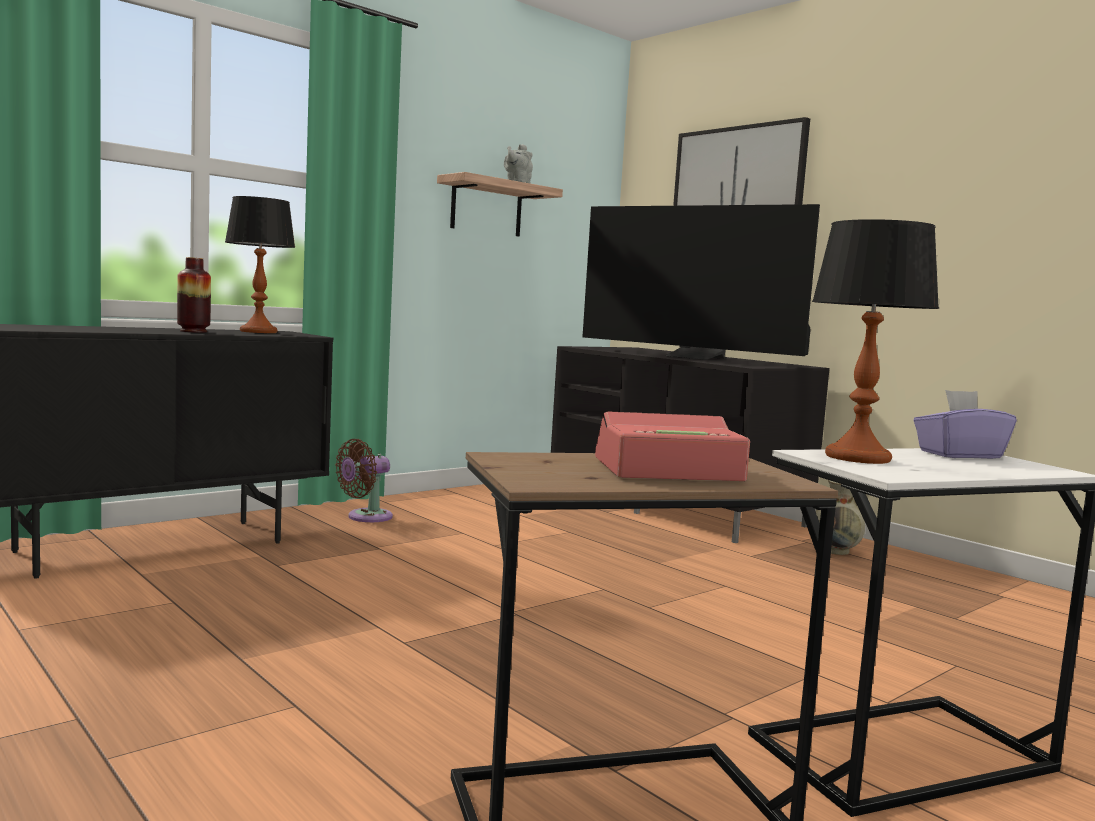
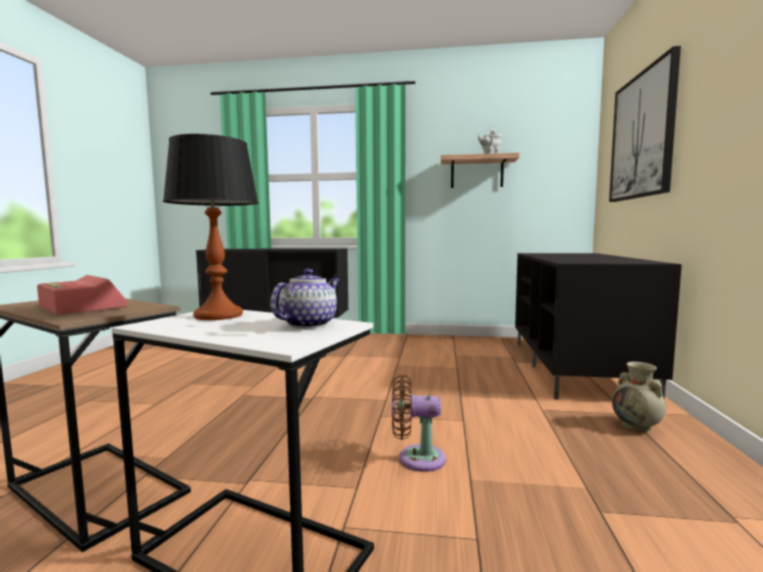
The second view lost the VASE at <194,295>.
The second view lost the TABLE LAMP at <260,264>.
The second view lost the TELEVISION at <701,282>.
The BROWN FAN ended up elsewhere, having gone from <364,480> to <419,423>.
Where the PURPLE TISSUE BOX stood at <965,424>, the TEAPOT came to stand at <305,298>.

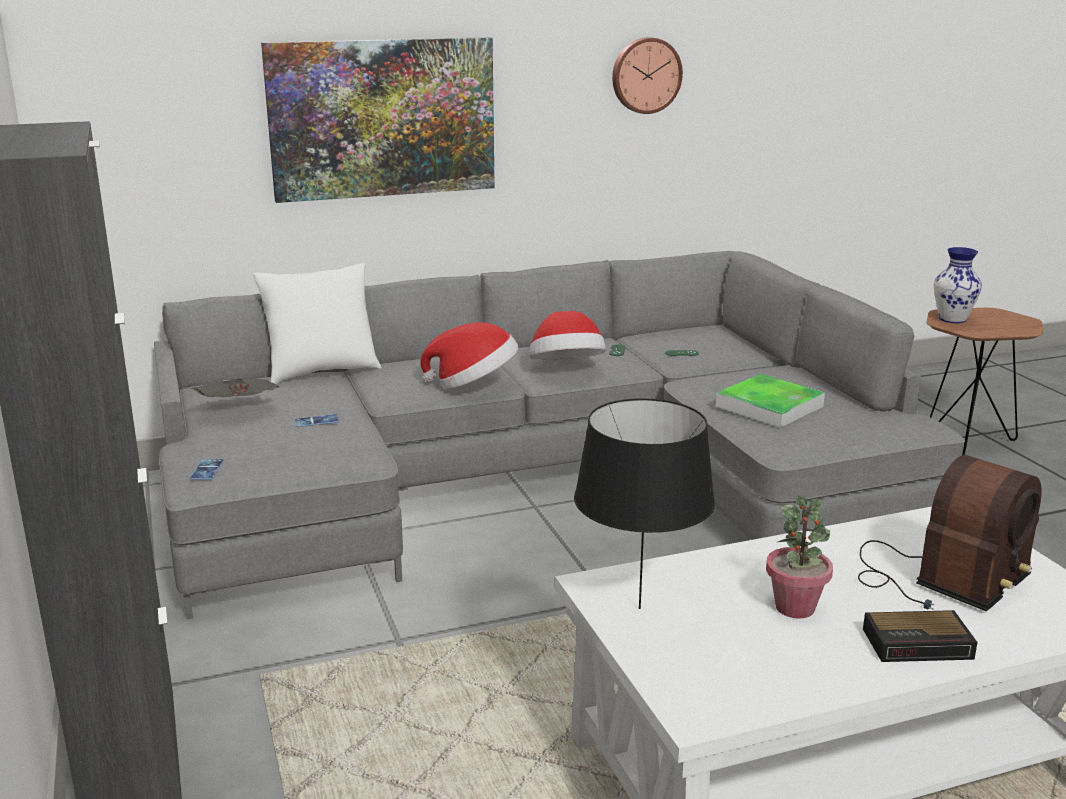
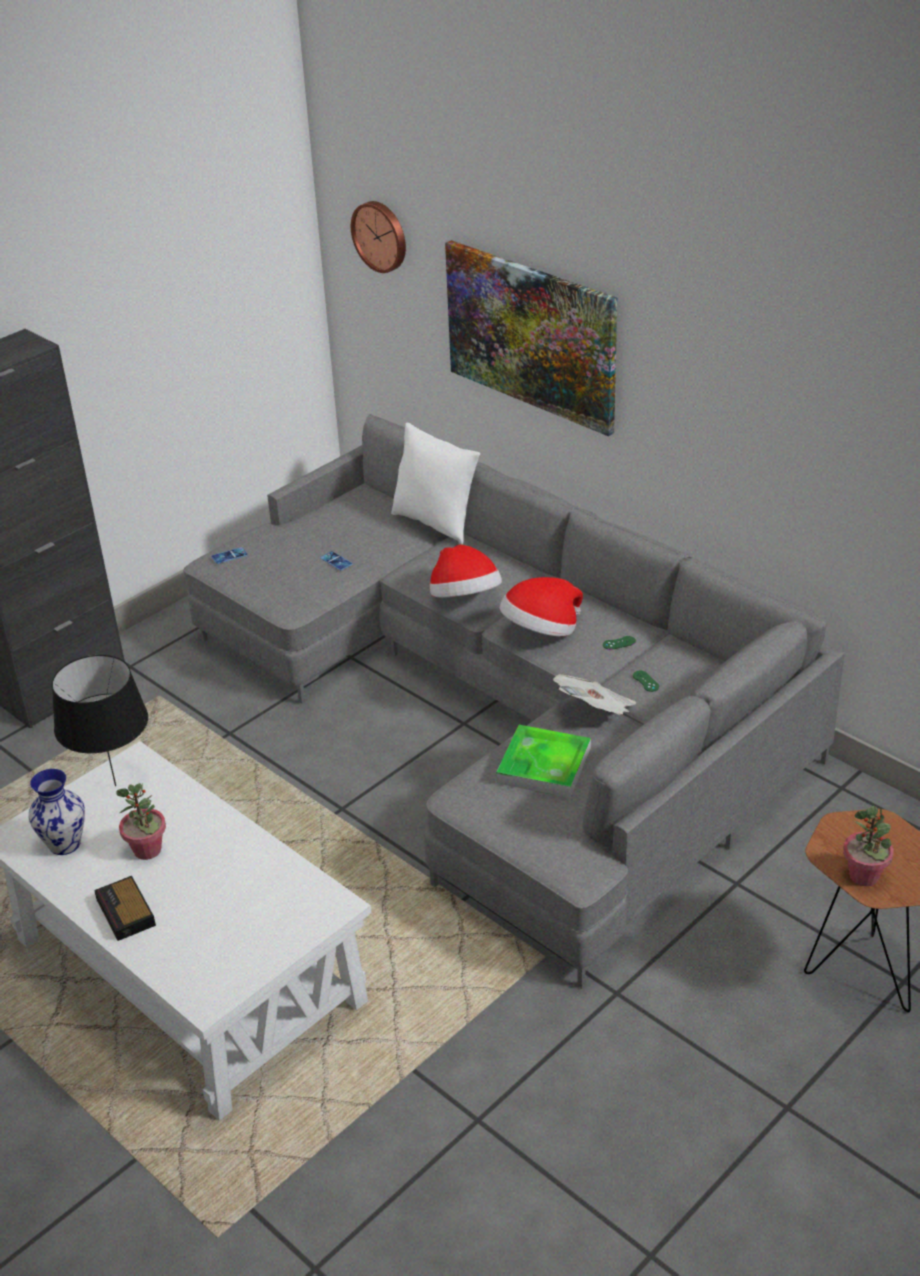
The second view lost the RADIO at <950,533>.
The second view gained the POTTED PLANT at <868,846>.
The NEWSPAPER ended up elsewhere, having gone from <235,387> to <594,694>.
The WALL CLOCK ended up elsewhere, having gone from <647,75> to <378,237>.
The VASE ended up elsewhere, having gone from <958,285> to <57,812>.

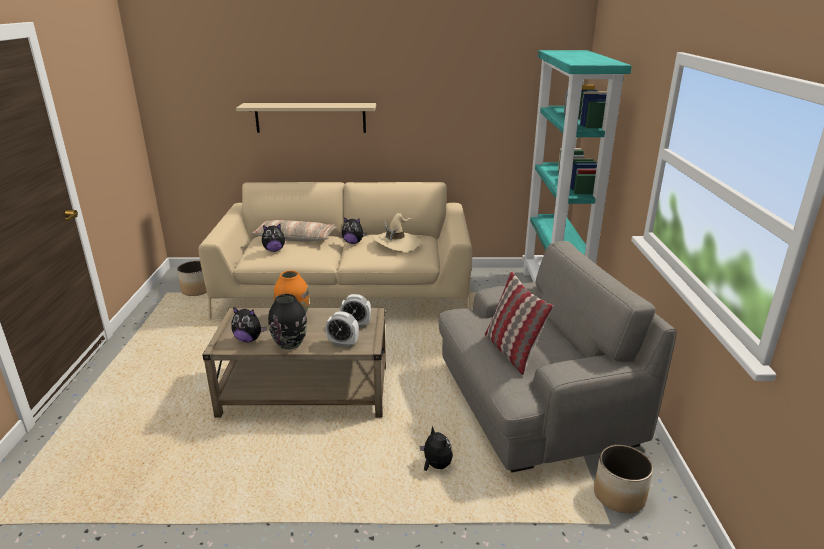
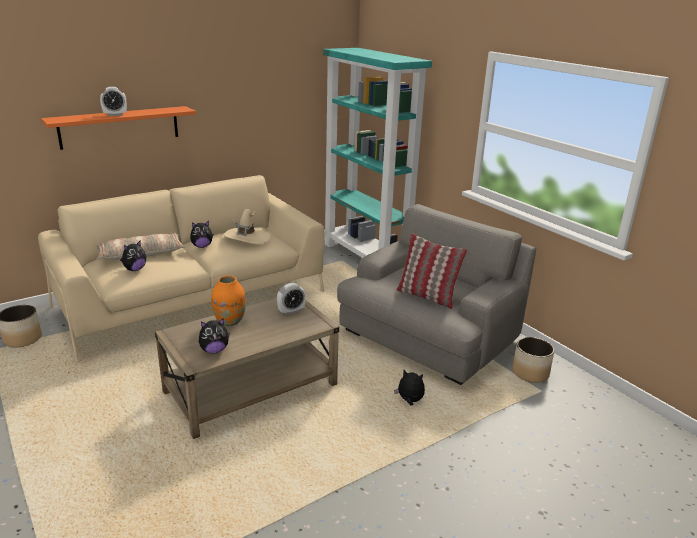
The second view lost the BLACK VASE at <287,322>.
The ALARM CLOCK ended up elsewhere, having gone from <342,329> to <113,101>.
What was the BEIGE SHELF at <306,118> turned into the ORANGE SHELF at <118,128>.

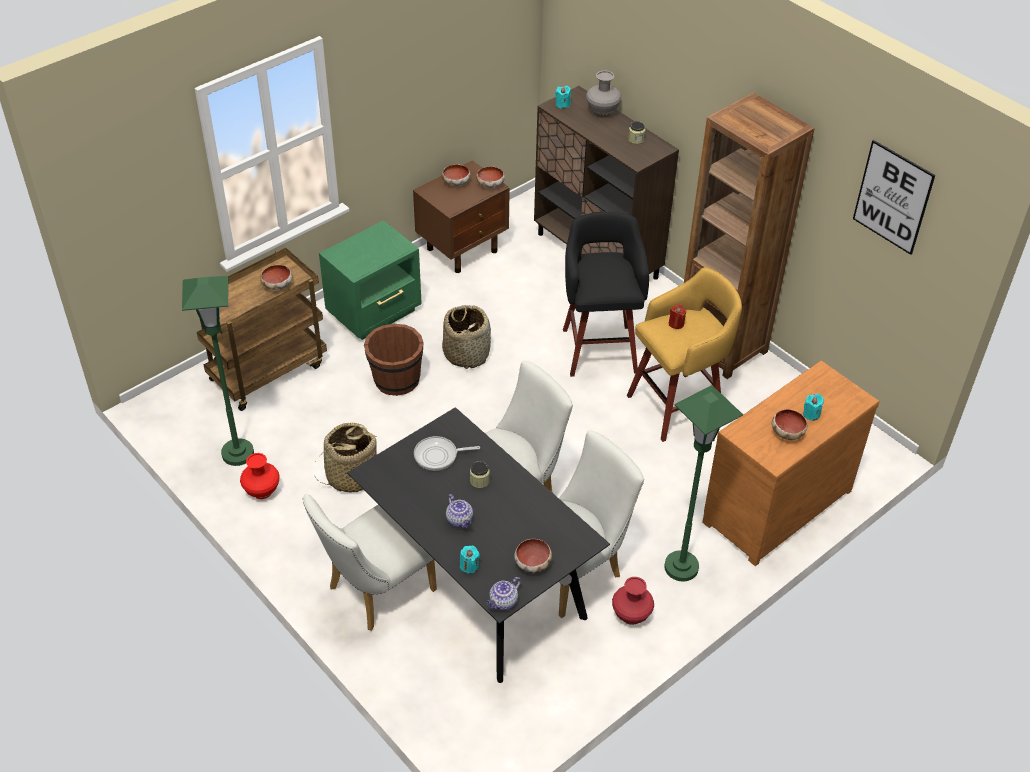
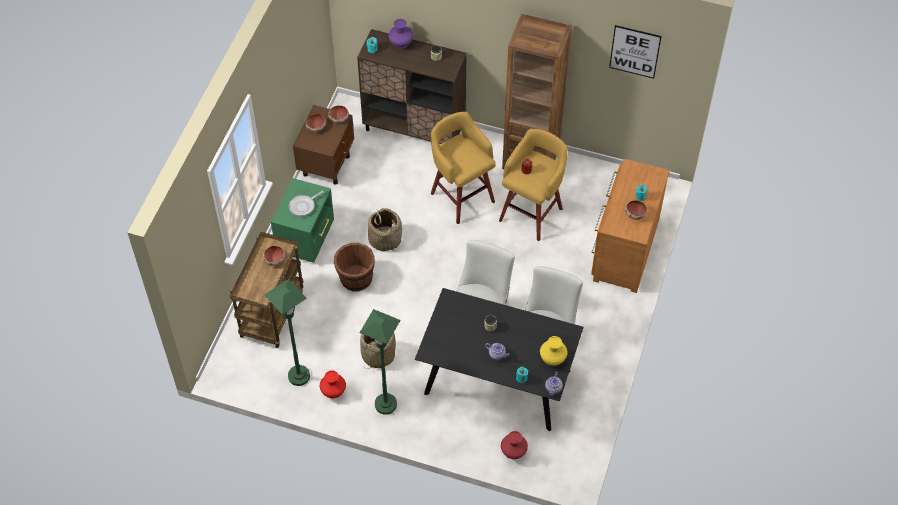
The second view lost the WHITE CHAIR at <370,562>.
The FRYING PAN ended up elsewhere, having gone from <447,453> to <306,204>.
The RED VASE ended up elsewhere, having gone from <633,601> to <514,445>.
The GREEN FLOOR LAMP ended up elsewhere, having gone from <703,483> to <380,362>.
Where the BOWL stood at <533,556>, the YELLOW VASE came to stand at <554,351>.
What was the BLACK STOOL at <606,294> turned into the YELLOW STOOL at <463,168>.
What was the GREY VASE at <603,94> turned into the PURPLE VASE at <400,34>.

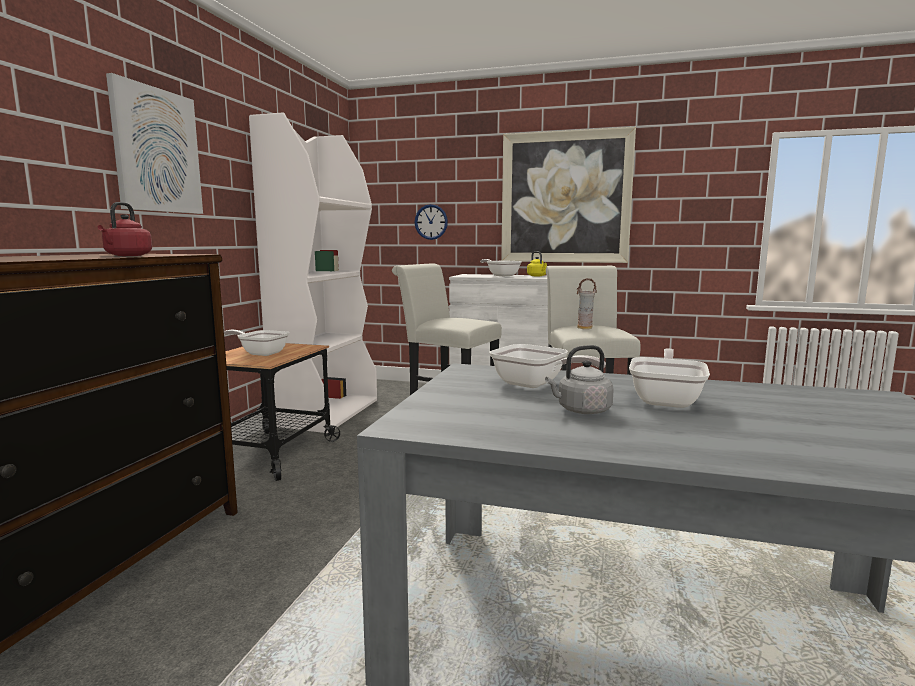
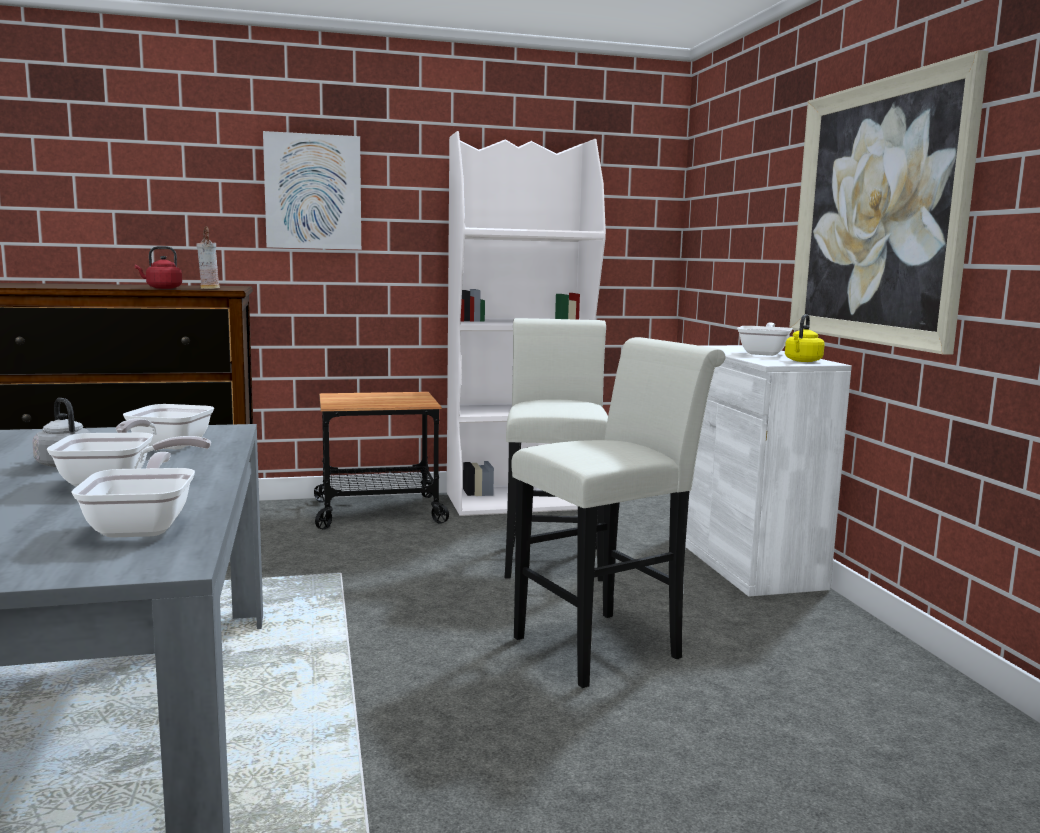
The second view lost the WALL CLOCK at <431,222>.
The FRYING PAN ended up elsewhere, having gone from <256,343> to <133,495>.
The VASE ended up elsewhere, having gone from <586,304> to <208,257>.

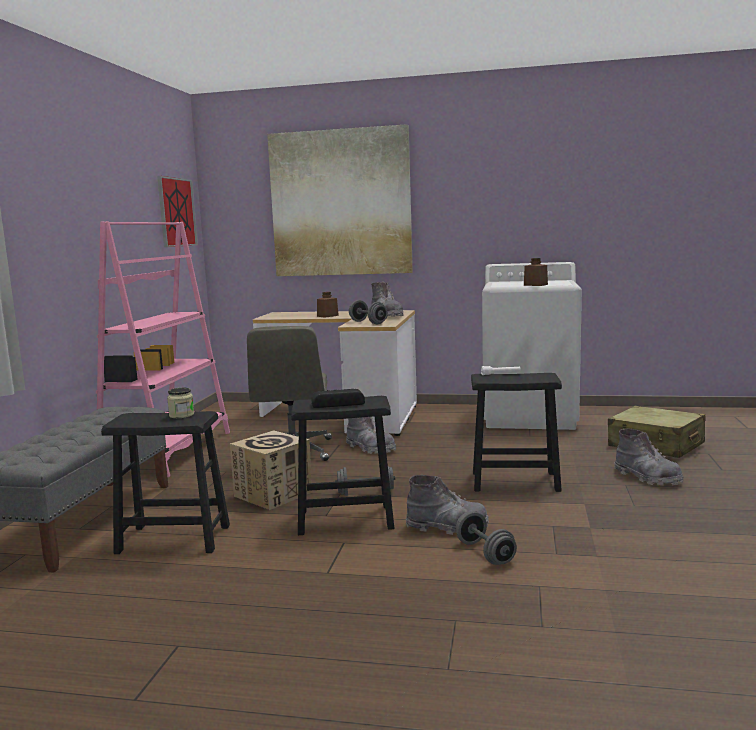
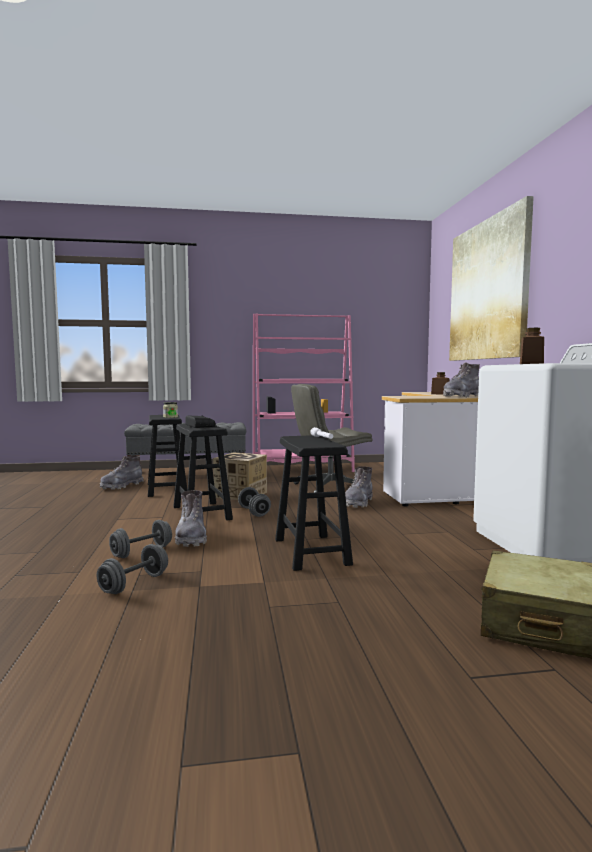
The second view lost the PICTURE at <177,211>.
The GREY DUMBBELL ended up elsewhere, having gone from <368,312> to <132,569>.
The GREY BOOT ended up elsewhere, having gone from <649,457> to <122,472>.

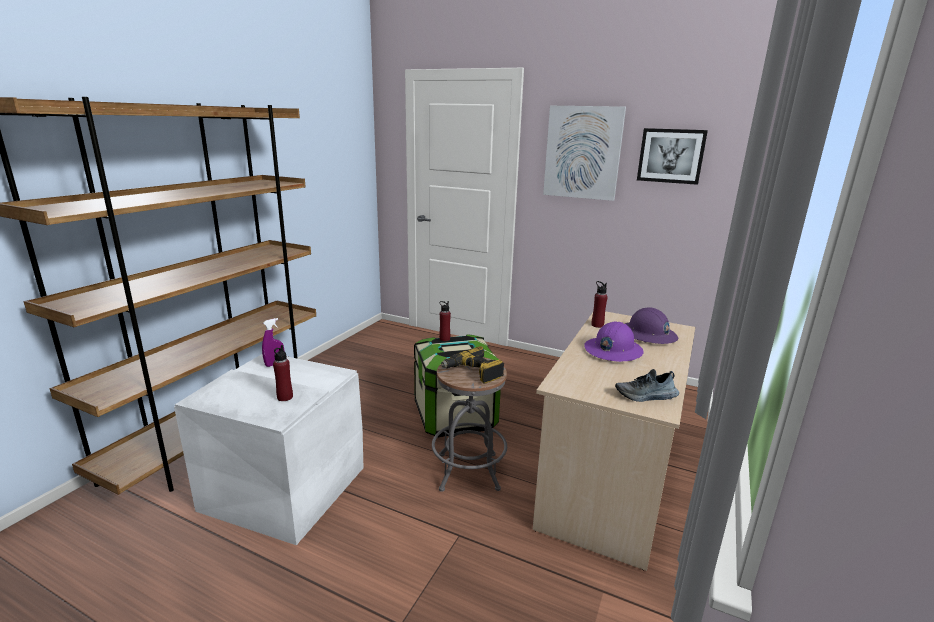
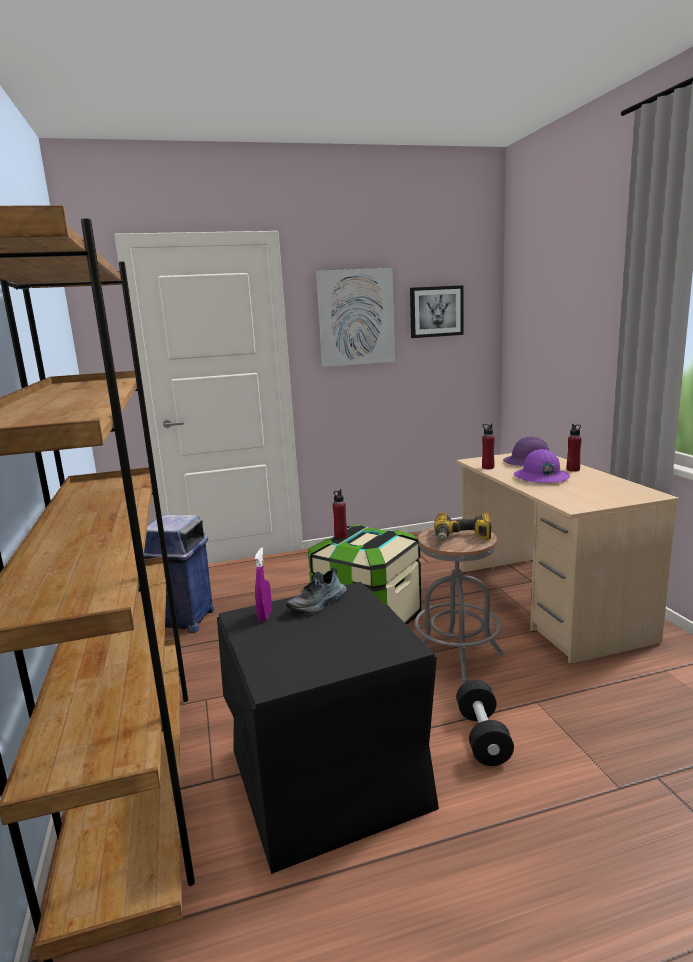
The second view gained the BLUE TRASH CAN at <179,573>.
The second view gained the BLACK DUMBBELL at <485,723>.
The RED BOTTLE ended up elsewhere, having gone from <283,373> to <574,448>.
The SHOE ended up elsewhere, having gone from <647,385> to <316,590>.
What was the WHITE STORAGE BOX at <268,449> turned into the BLACK STORAGE BOX at <328,728>.

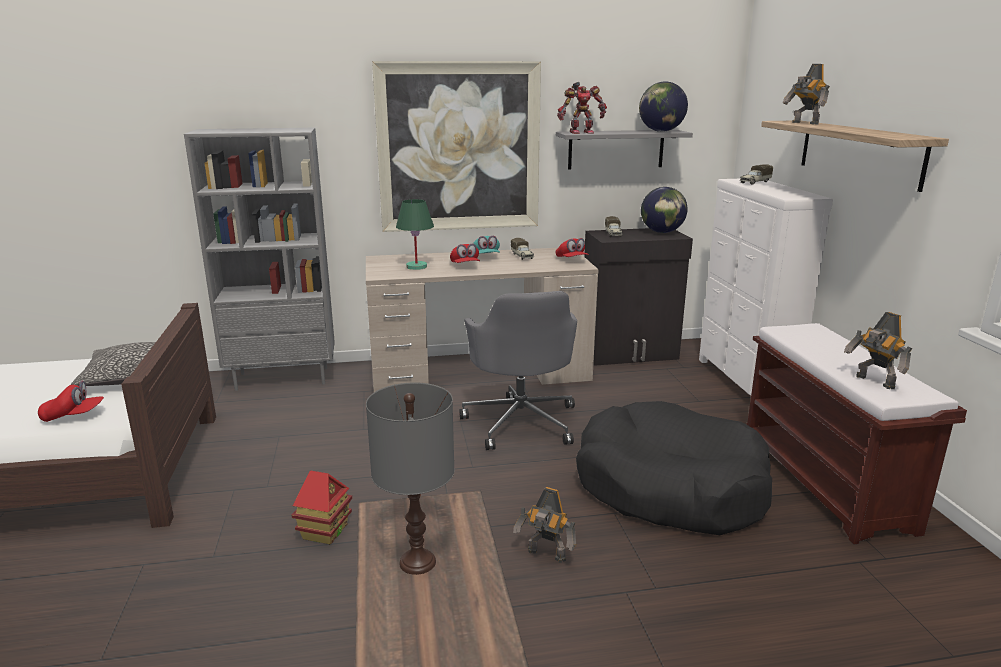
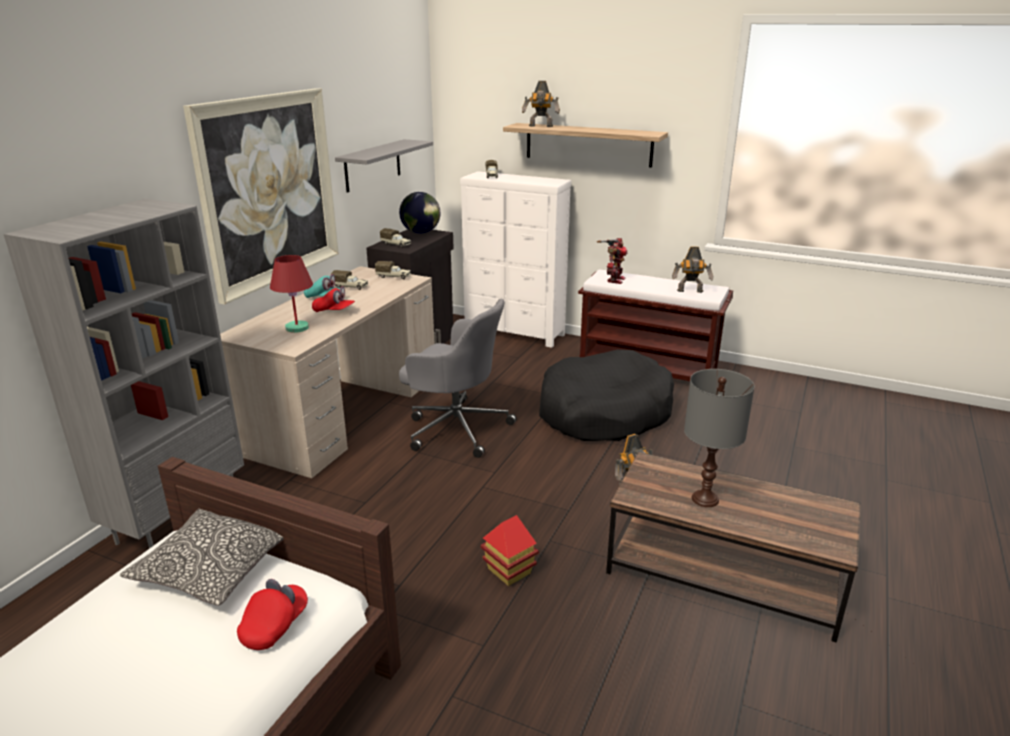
The second view lost the GLOBE at <663,107>.
The TOY ROBOT ended up elsewhere, having gone from <582,108> to <612,261>.
Where the RED CAP stood at <572,247>, the TOY TRUCK came to stand at <393,270>.
What was the GREEN TABLE LAMP at <415,234> turned into the RED TABLE LAMP at <291,294>.

